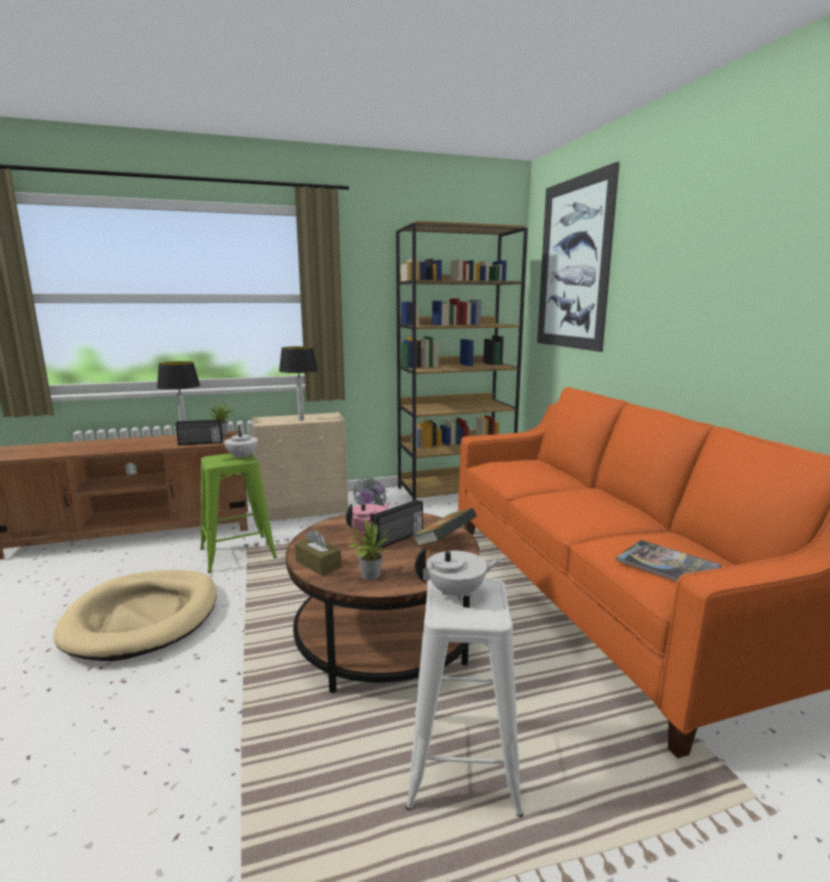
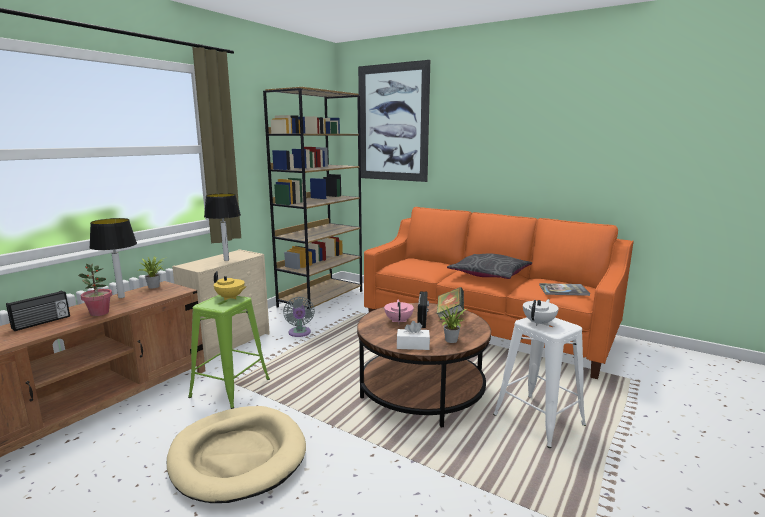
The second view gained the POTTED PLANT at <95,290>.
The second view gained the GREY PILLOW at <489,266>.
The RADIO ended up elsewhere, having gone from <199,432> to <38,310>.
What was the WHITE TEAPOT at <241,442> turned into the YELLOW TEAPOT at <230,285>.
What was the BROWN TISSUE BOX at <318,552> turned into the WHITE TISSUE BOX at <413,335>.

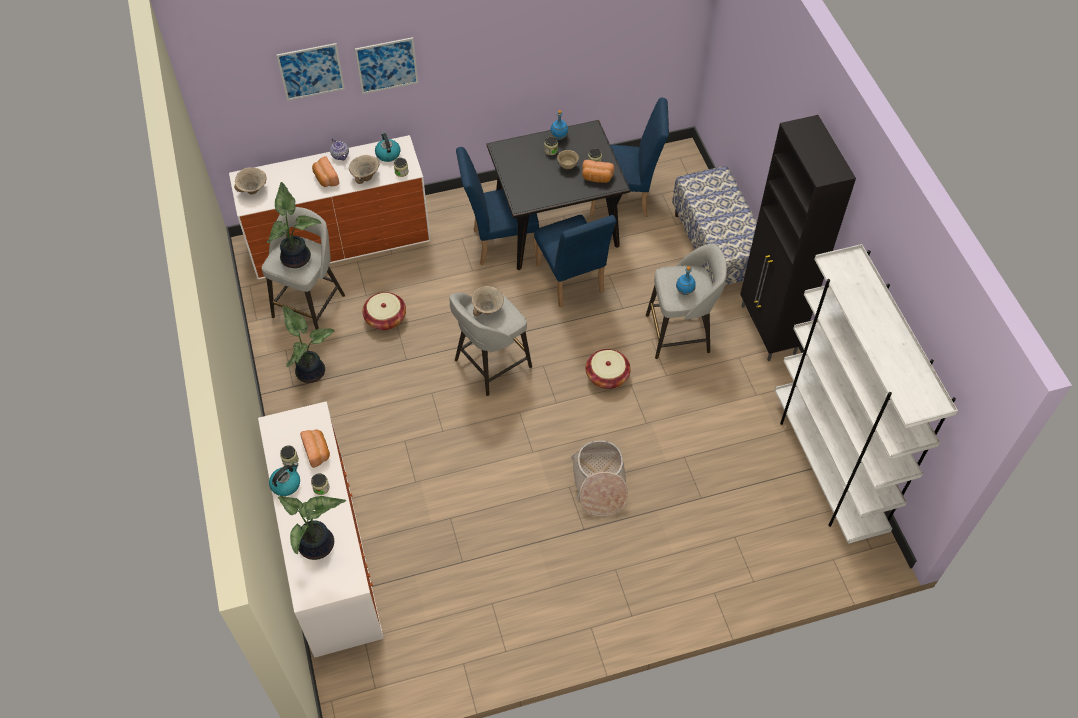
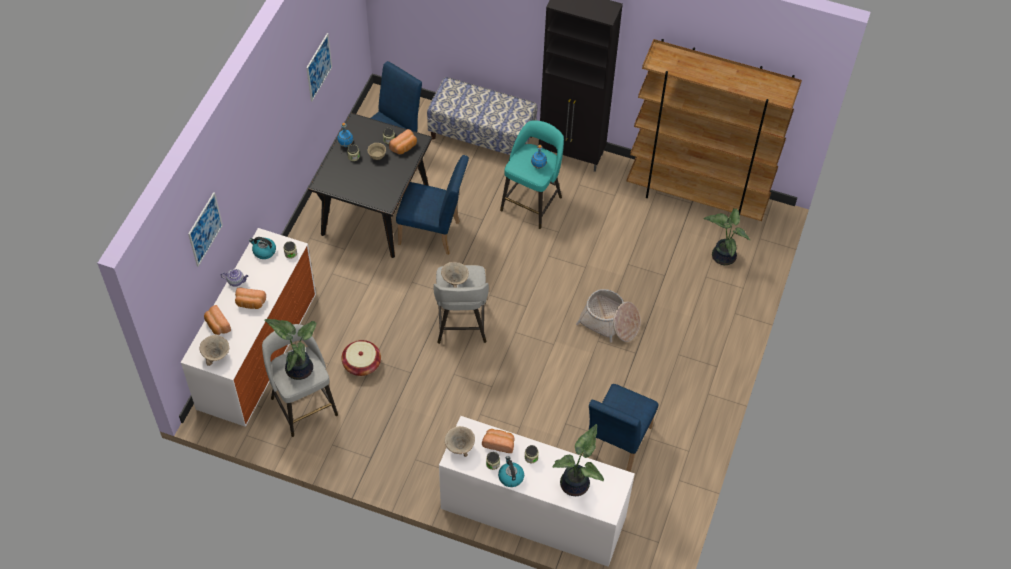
The second view lost the BASKET at <608,369>.
The second view gained the BREAD at <217,320>.
The POTTED PLANT ended up elsewhere, having gone from <308,344> to <727,236>.
The BEIGE BOWL ended up elsewhere, having gone from <364,169> to <460,441>.
The PICTURE ended up elsewhere, having gone from <386,65> to <319,67>.
The BLUE CHAIR ended up elsewhere, having gone from <497,206> to <623,428>.
What was the GREY STOOL at <686,301> turned into the TURQUOISE STOOL at <532,174>.
What was the WHITE BOOKCASE at <866,394> turned into the BROWN BOOKCASE at <714,130>.

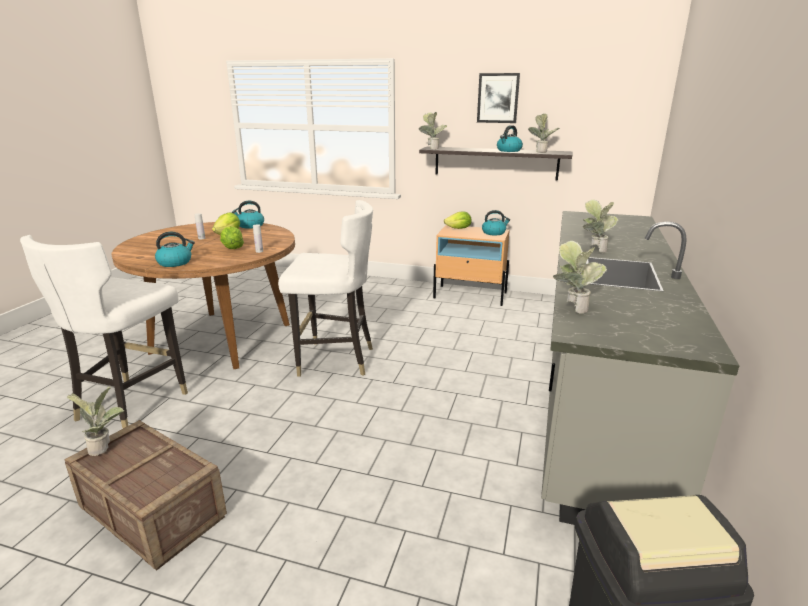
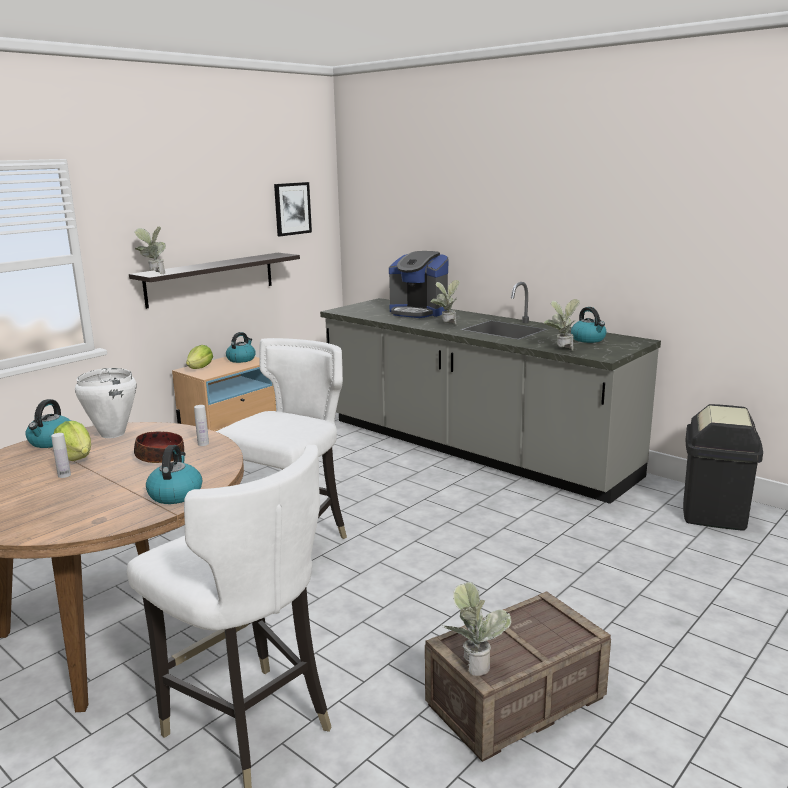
The second view lost the POTTED PLANT at <544,133>.
The second view gained the WHITE COOKING POT at <105,403>.
The second view gained the COFFEE MACHINE at <418,284>.
The PICTURE ended up elsewhere, having gone from <498,98> to <293,209>.
The KETTLE ended up elsewhere, having gone from <510,138> to <588,325>.
Where the LETTUCE stood at <232,237>, the BOWL came to stand at <159,447>.

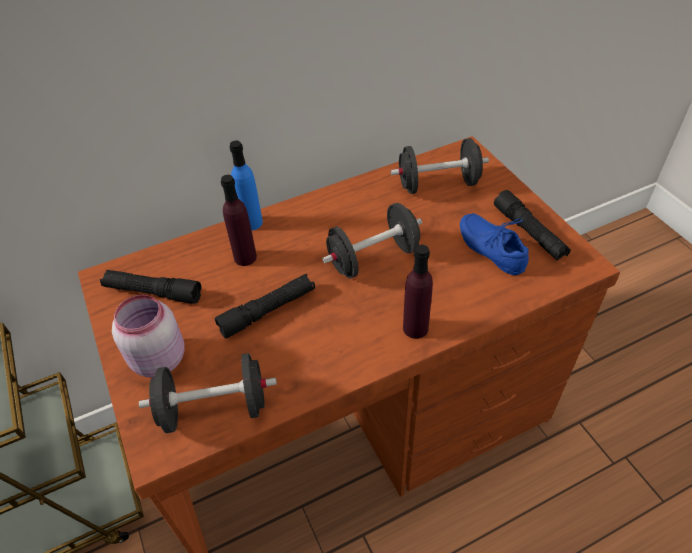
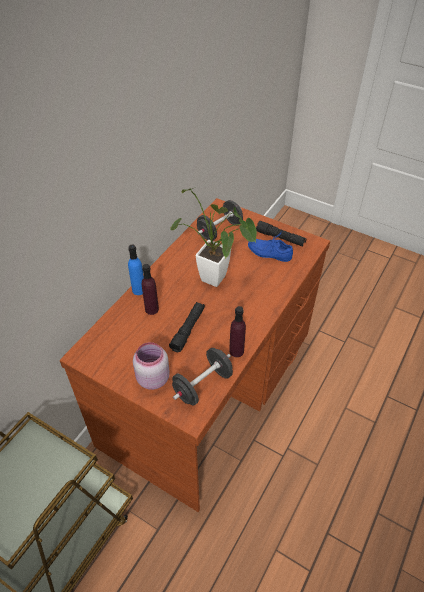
The second view lost the BLACK FLASHLIGHT at <151,287>.
The PURPLE BOTTLE ended up elsewhere, having gone from <418,292> to <237,331>.
Where the BLACK DUMBBELL stood at <372,241>, the POTTED PLANT came to stand at <213,237>.

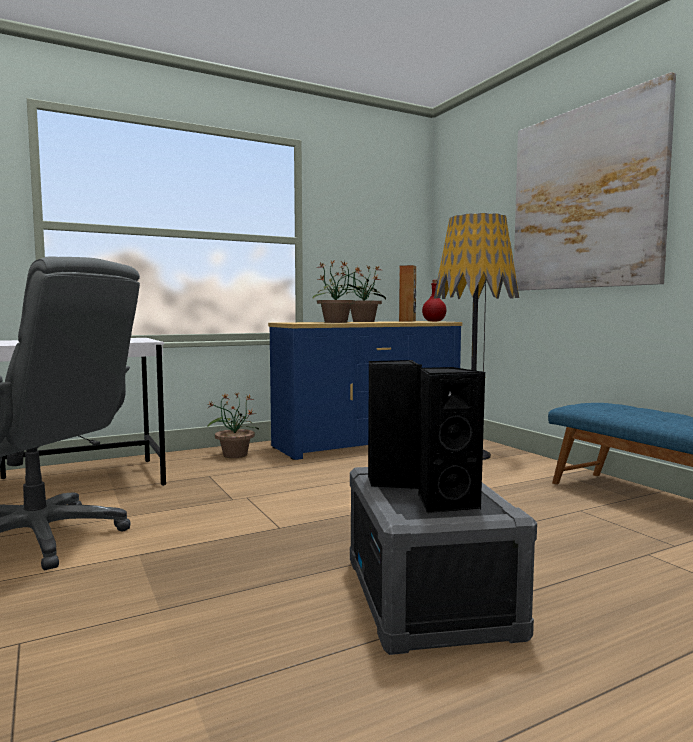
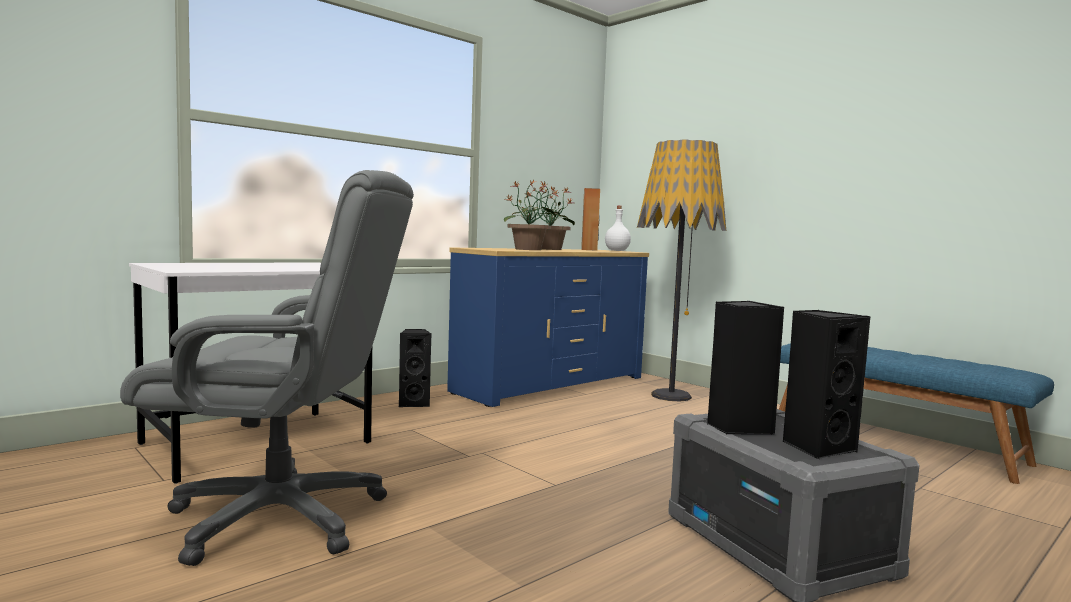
The second view lost the PICTURE at <595,181>.
Where the POTTED PLANT stood at <233,425>, the BLACK SPEAKER came to stand at <415,368>.
What was the RED BOTTLE at <434,300> turned into the WHITE BOTTLE at <618,228>.

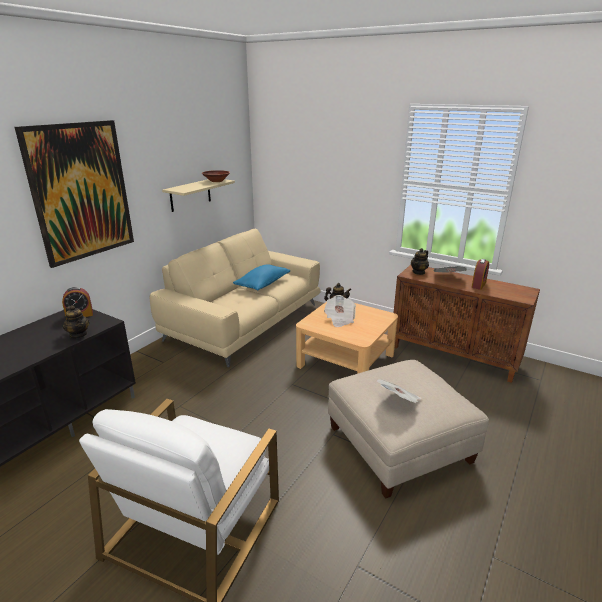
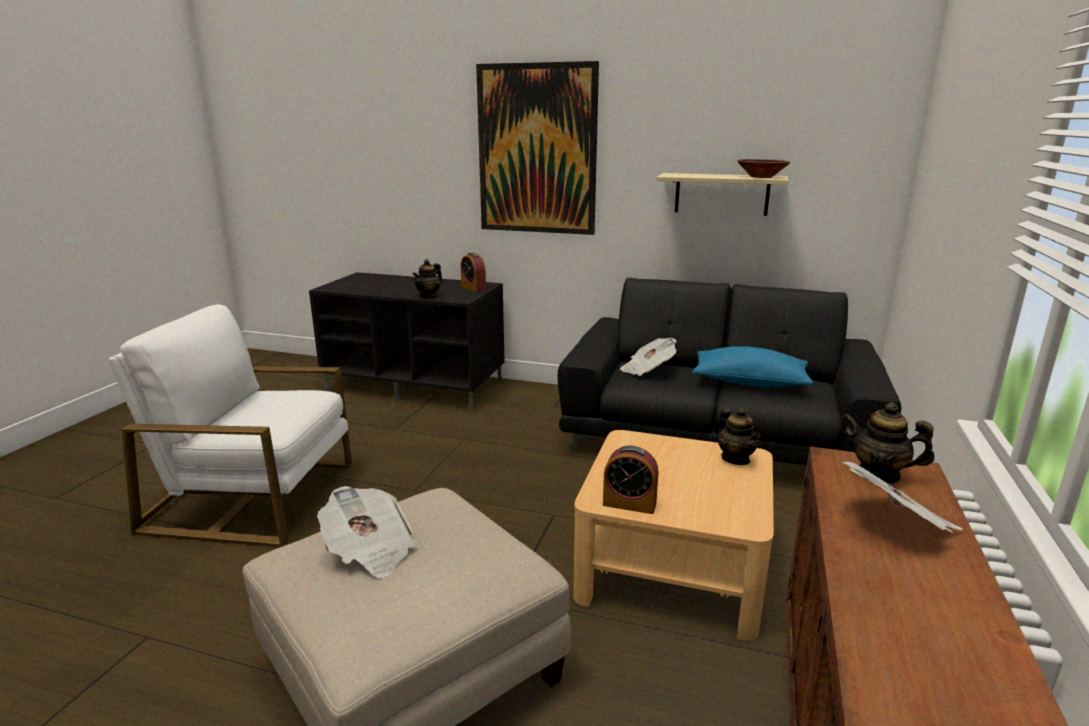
The NEWSPAPER ended up elsewhere, having gone from <340,311> to <648,357>.
The ALARM CLOCK ended up elsewhere, having gone from <480,274> to <630,479>.
What was the BEIGE SOFA at <235,298> turned into the BLACK SOFA at <730,371>.

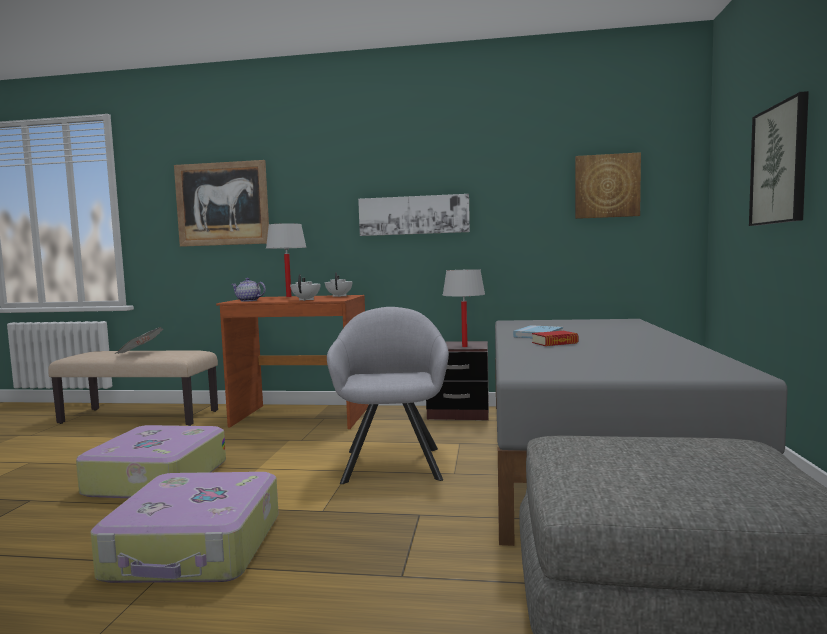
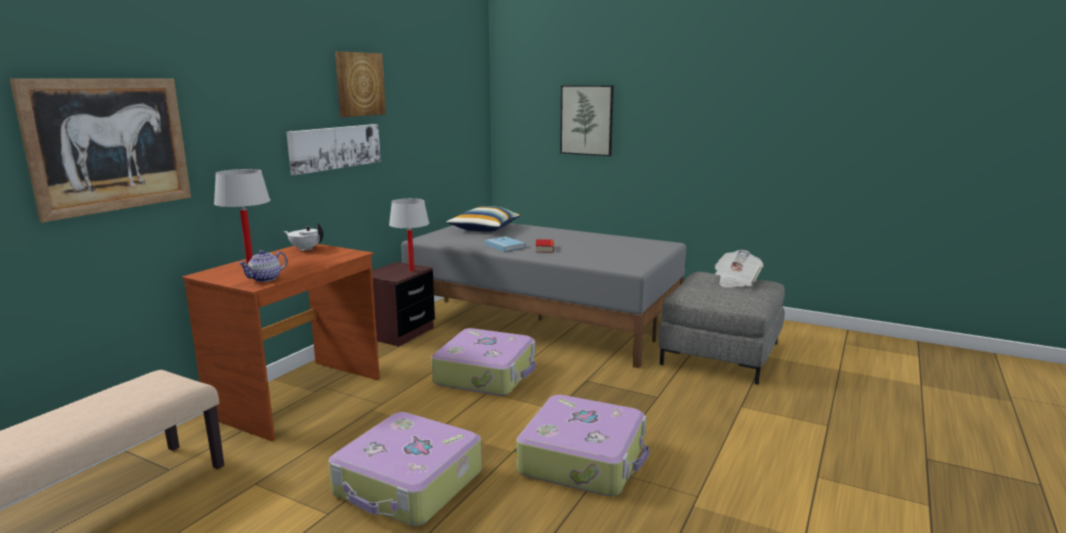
The second view lost the WHITE TEAPOT at <305,287>.
The second view gained the PILLOW at <483,219>.
The NEWSPAPER ended up elsewhere, having gone from <139,340> to <739,269>.
The PICTURE ended up elsewhere, having gone from <608,185> to <360,84>.
Where the GREY ARMCHAIR stood at <388,395>, the SUITCASE came to stand at <483,362>.

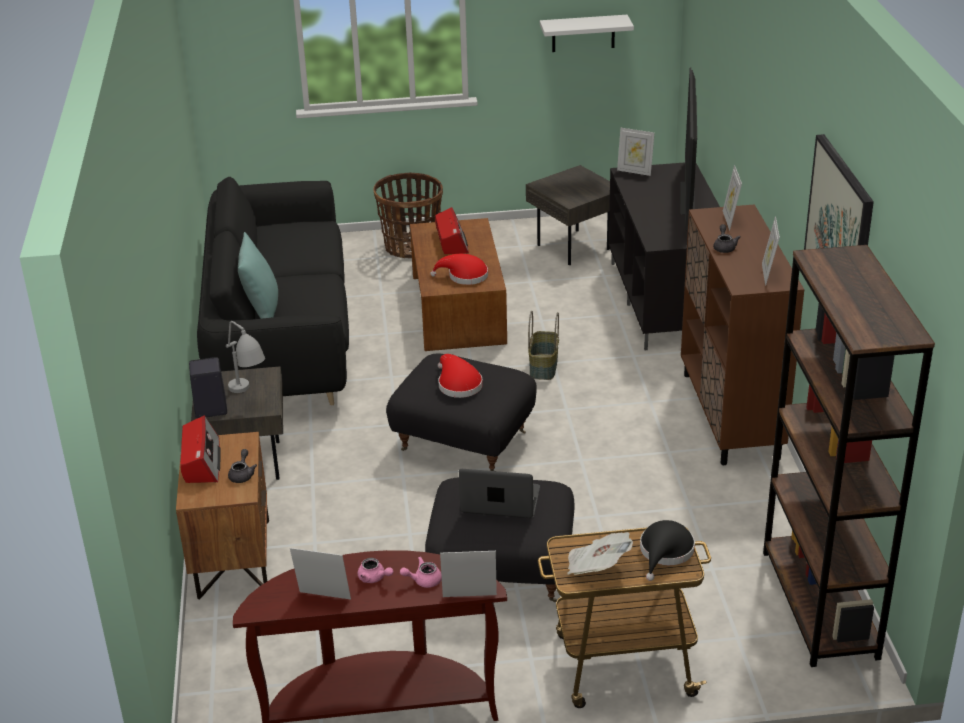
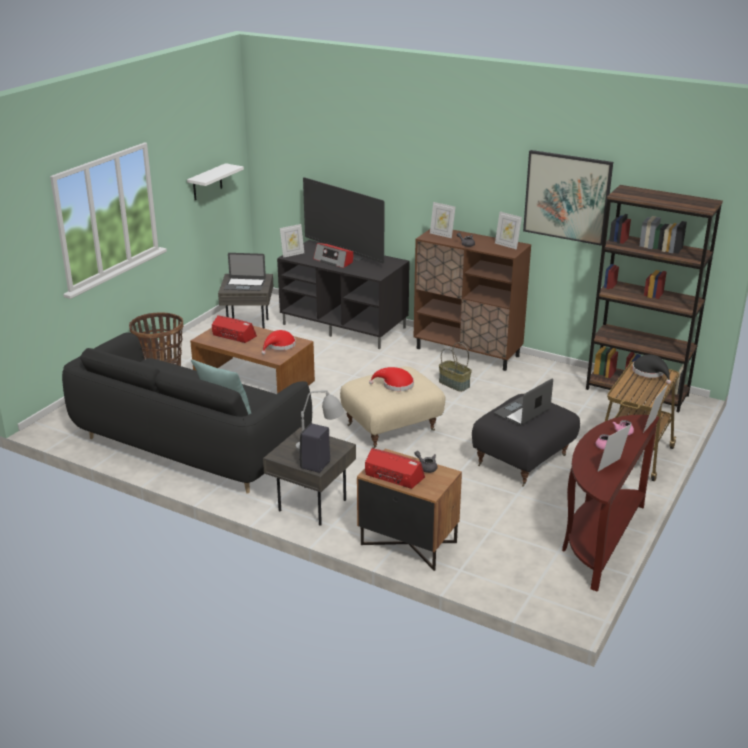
The second view lost the NEWSPAPER at <600,553>.
The second view gained the LAPTOP at <245,272>.
The second view gained the RADIO at <333,255>.
The BASKET ended up elsewhere, having gone from <543,345> to <455,367>.
What was the BLACK OTTOMAN at <461,412> turned into the BEIGE OTTOMAN at <392,407>.

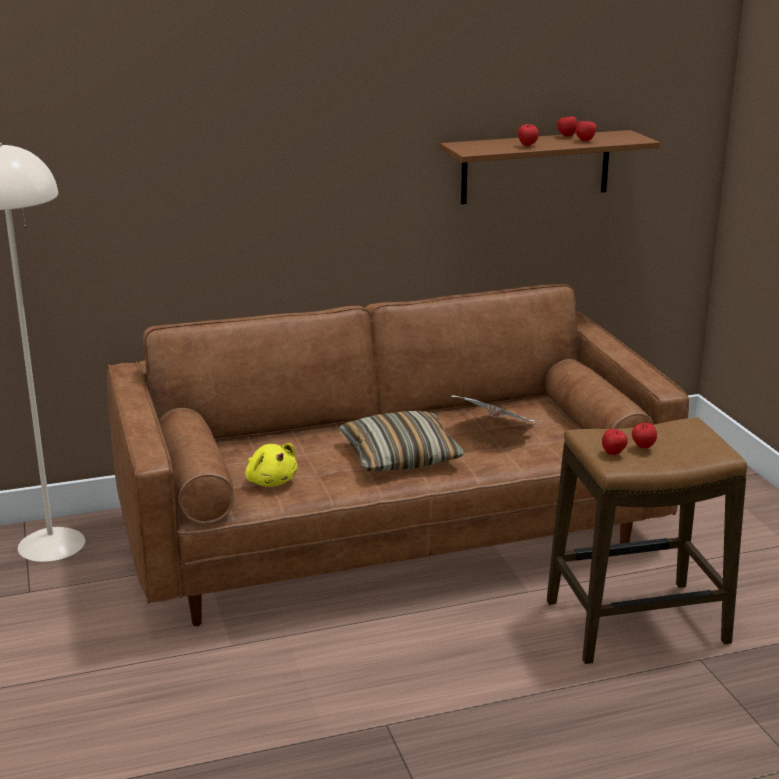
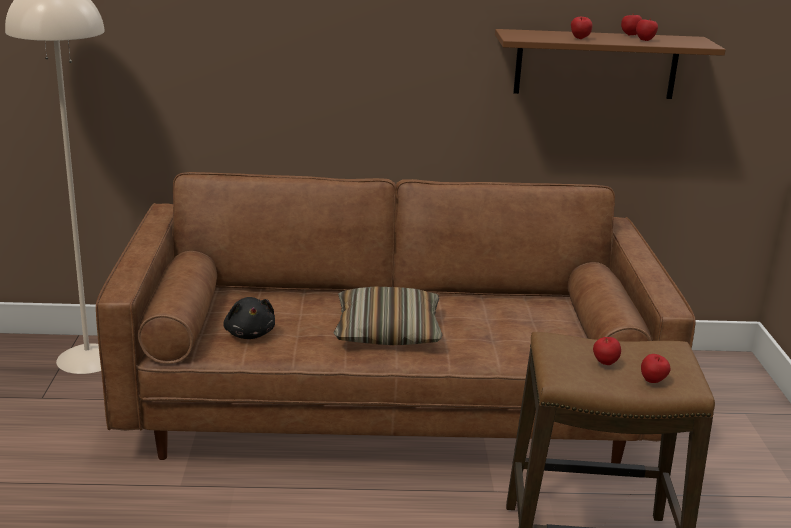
The second view lost the NEWSPAPER at <493,409>.
The APPLE ended up elsewhere, having gone from <615,442> to <655,368>.
What was the YELLOW PLUSH TOY at <271,465> turned into the BLACK PLUSH TOY at <249,318>.

